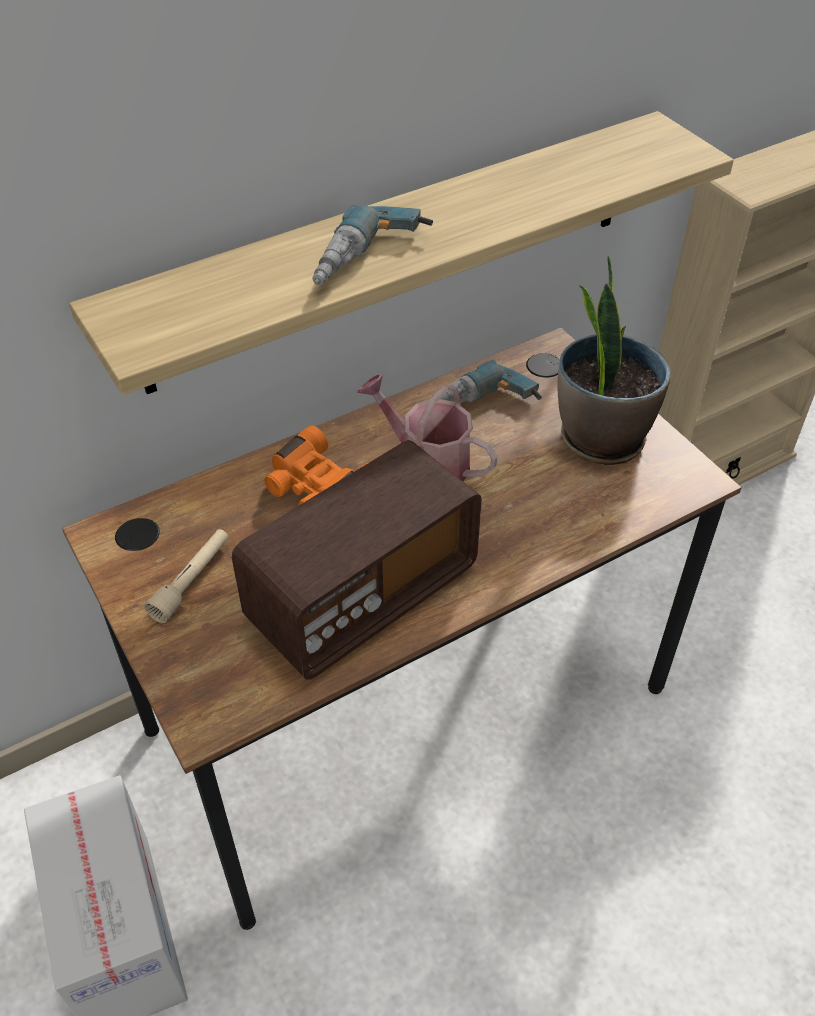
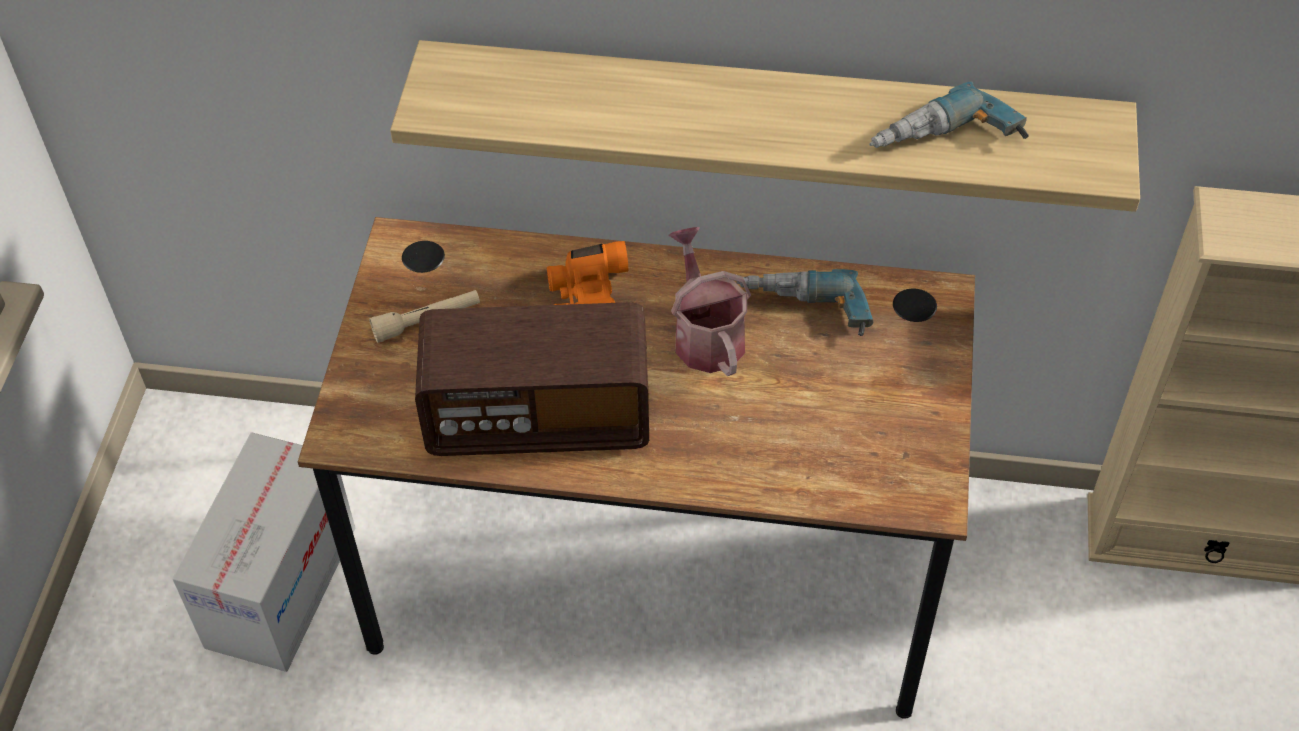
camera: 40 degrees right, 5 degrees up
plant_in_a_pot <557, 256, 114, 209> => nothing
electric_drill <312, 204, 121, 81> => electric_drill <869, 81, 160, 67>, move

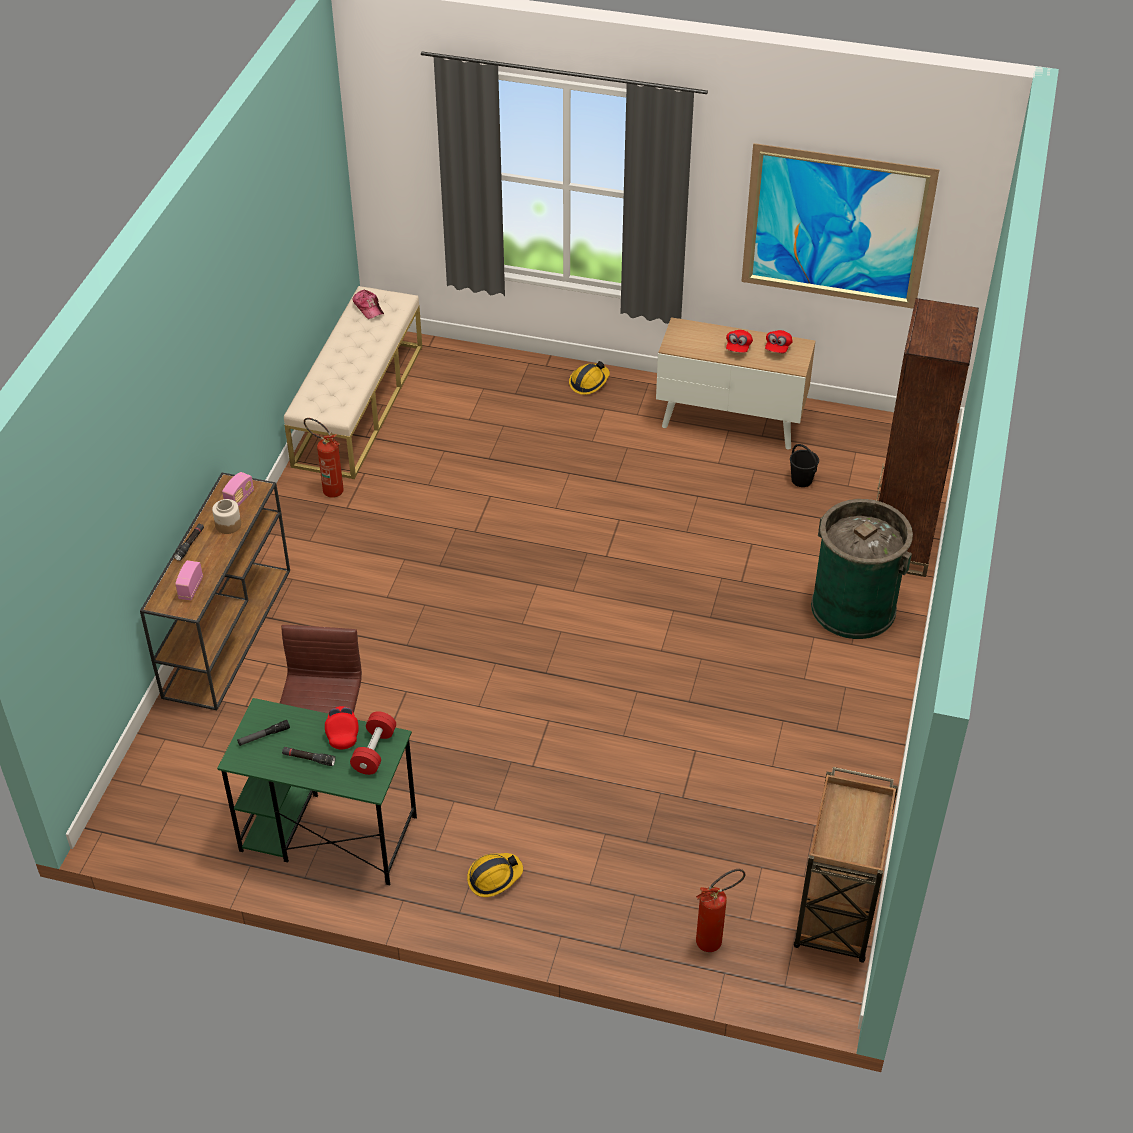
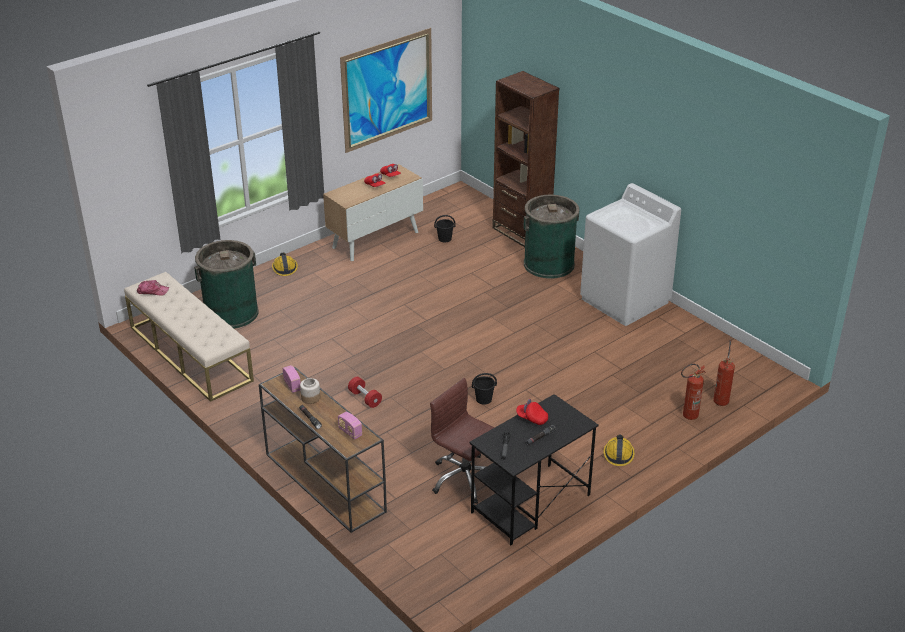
camera: 55 degrees left, 10 degrees down
brownish_trolley <794, 767, 104, 196> => nothing
nothing => green-coloured_rubbish_bin <194, 240, 65, 89>
nothing => black_water_bucket <472, 373, 25, 32>
nothing => whitish_washing_machine <580, 183, 101, 143>
fire_extinguisher <304, 418, 40, 80> => fire_extinguisher <681, 364, 24, 56>, move
red_free_weight <350, 711, 46, 64> => red_free_weight <348, 377, 34, 31>, move
green-coloured_desk <217, 698, 200, 187> => black_desk <469, 394, 130, 152>

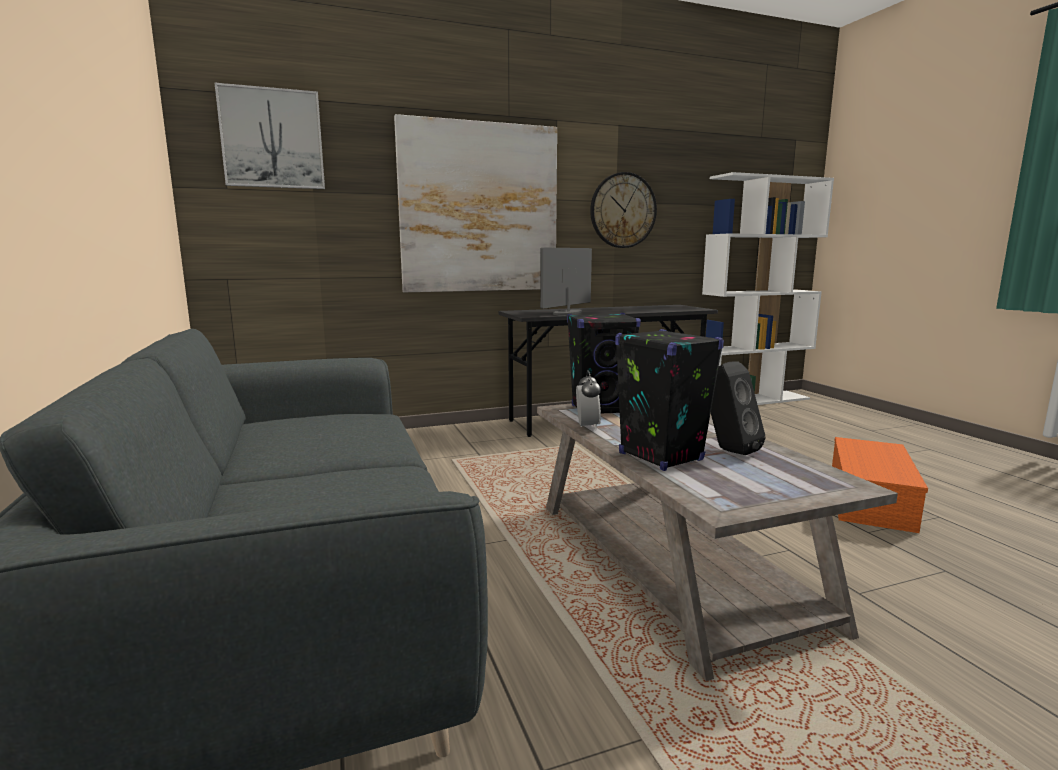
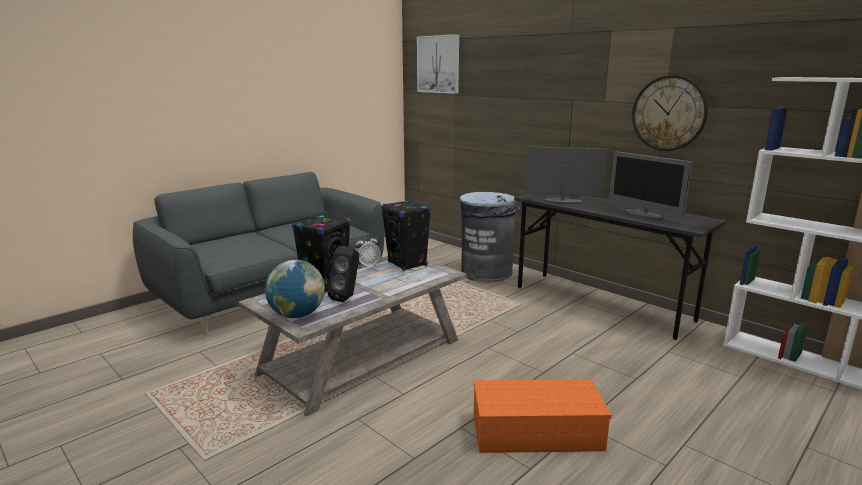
camera: 65 degrees right, 5 degrees up
wall_art <394, 114, 163, 178> => nothing
nothing => globe <265, 260, 60, 58>
nothing => greyish_rubbish_bin <459, 192, 61, 91>
nothing => computer_display <608, 151, 84, 69>

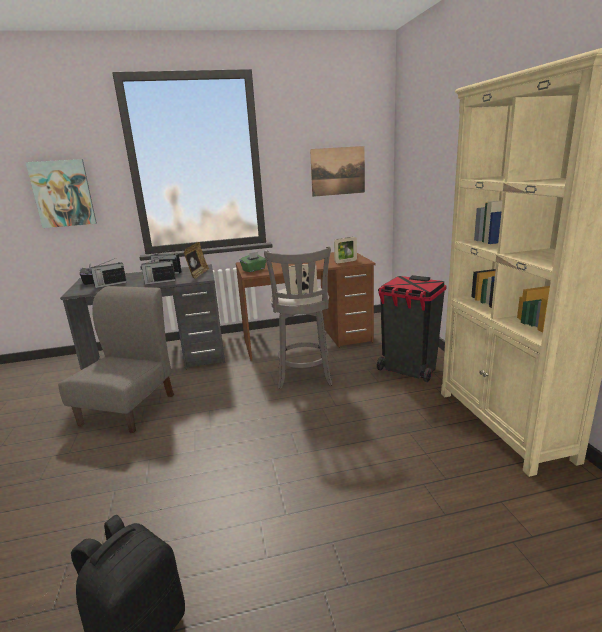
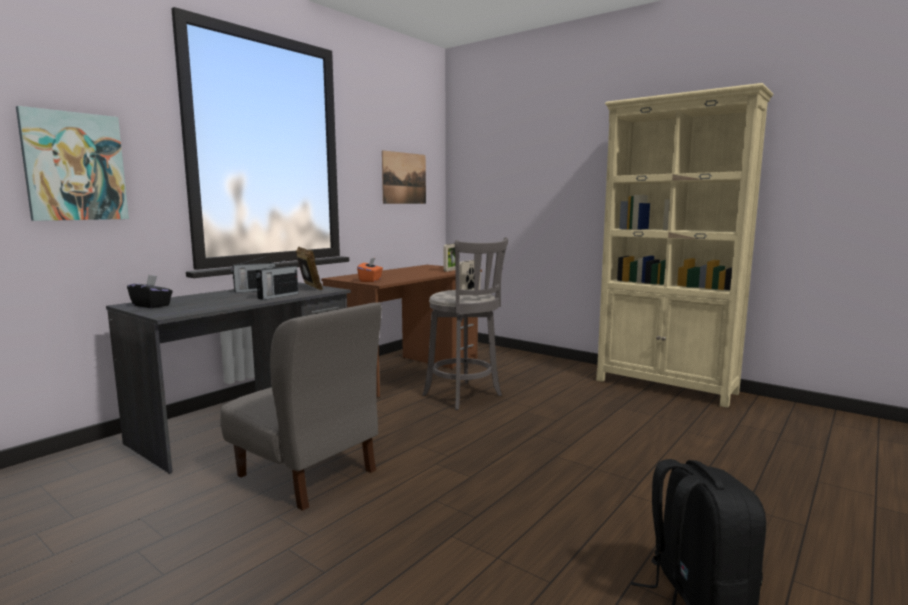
camera: 40 degrees left, 10 degrees down
radio <90, 258, 37, 30> => nothing
black_rubbish_bin <377, 275, 70, 107> => nothing
green-coloured_box_of_tissues <240, 252, 26, 20> => orange_box_of_tissues <357, 257, 26, 25>
greyish_plain_chair <58, 286, 116, 147> => greyish_plain_chair <220, 302, 162, 209>, 150 degrees clockwise

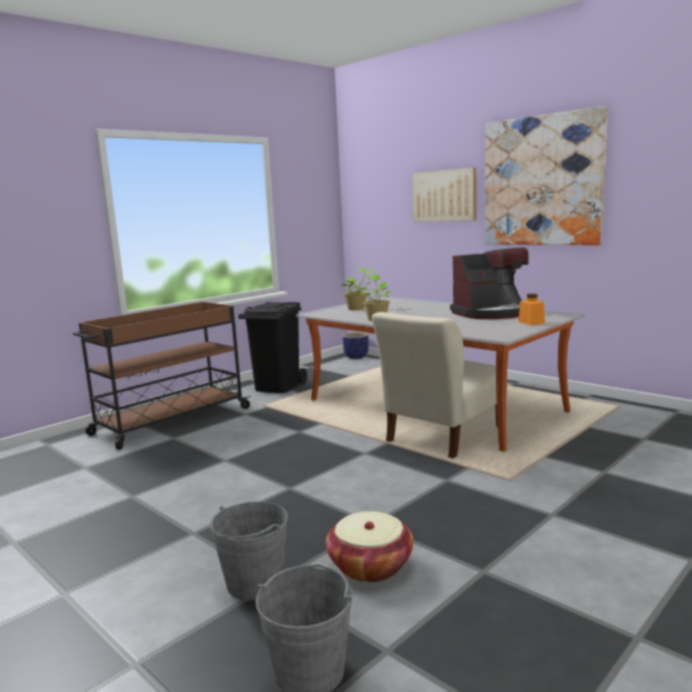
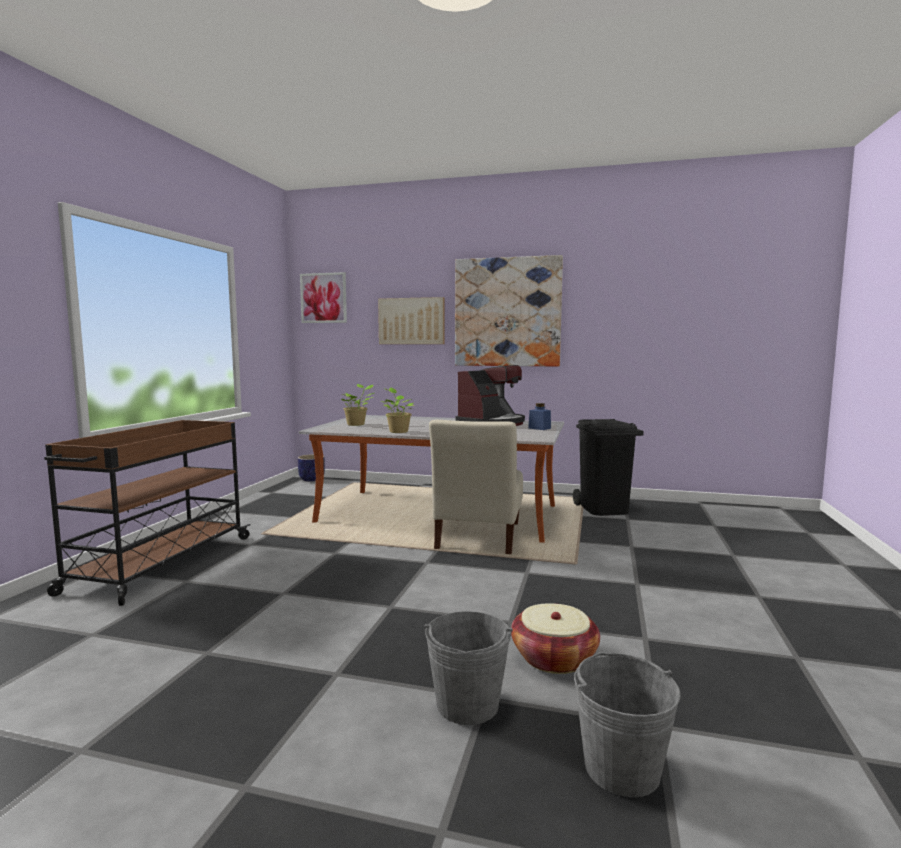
camera: 30 degrees left, 5 degrees down
nothing => wall_art <300, 272, 47, 51>
black_rubbish_bin <238, 302, 69, 91> => black_rubbish_bin <573, 419, 71, 97>, move
orange_jar <519, 294, 26, 31> => blue_jar <528, 403, 23, 27>

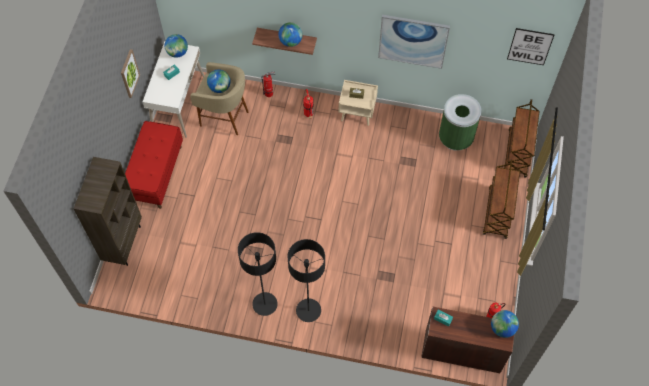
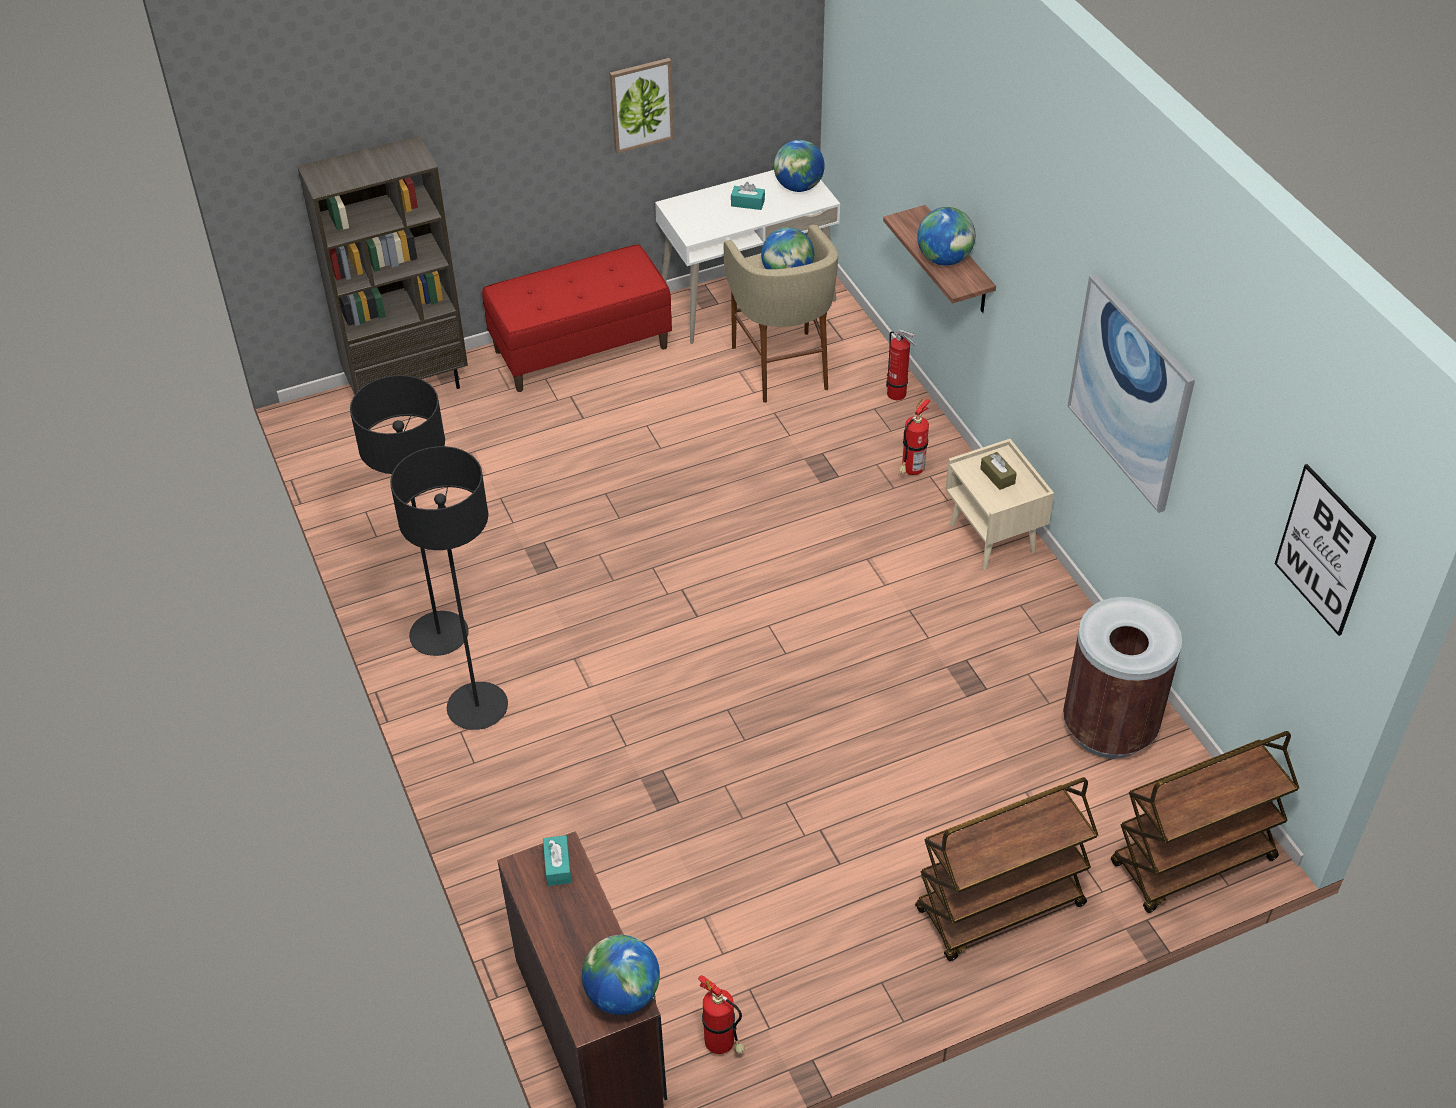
camera: 55 degrees right, 15 degrees down
green-coloured_rubbish_bin <439, 94, 42, 57> => brownish_rubbish_bin <1063, 597, 119, 162>

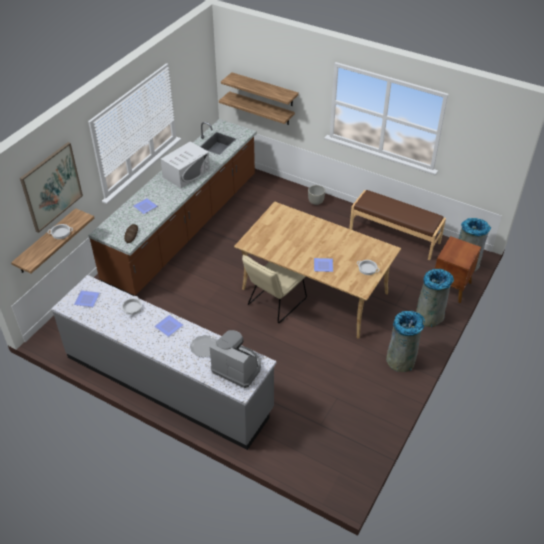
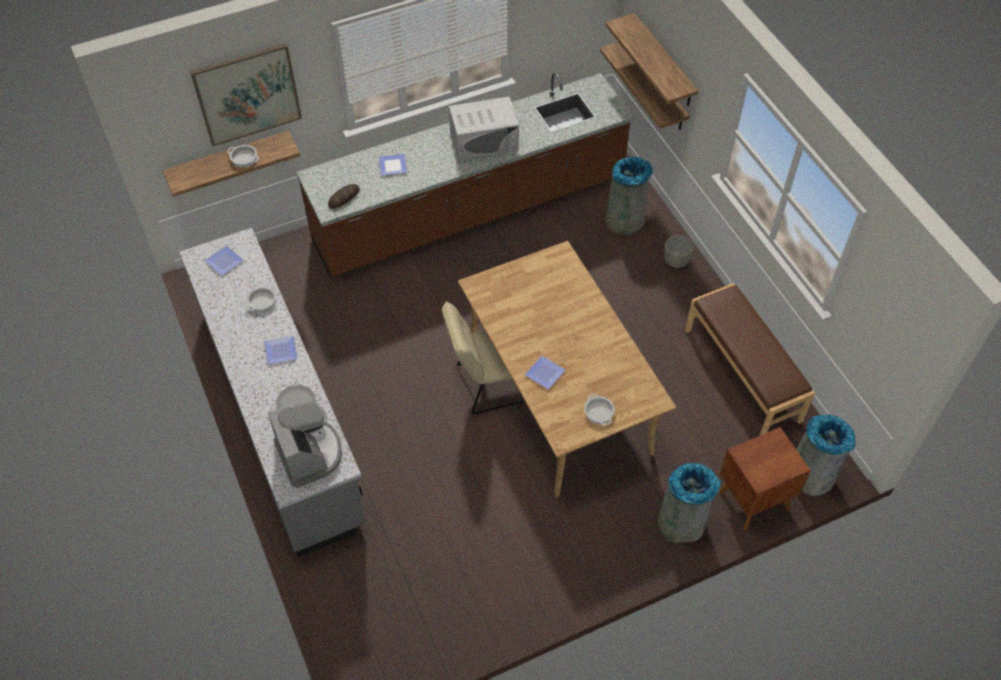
camera: 35 degrees right, 10 degrees up
greyish_rubbish_bin <386, 311, 39, 61> => greyish_rubbish_bin <605, 156, 48, 80>, move

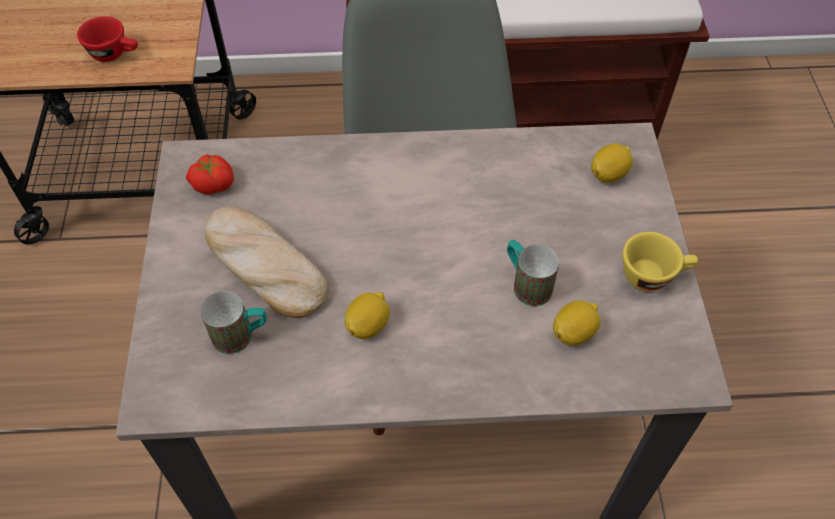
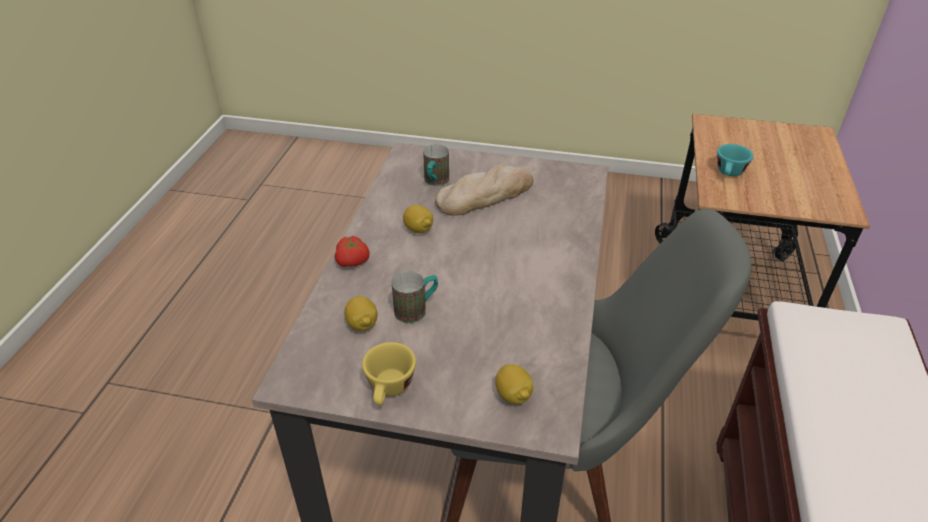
camera: 105 degrees right, 15 degrees down
whole_tomato <186, 154, 48, 40> => whole_tomato <335, 236, 35, 31>, move
red_small_cup <77, 16, 61, 46> => blue-green_small_cup <717, 144, 36, 32>

